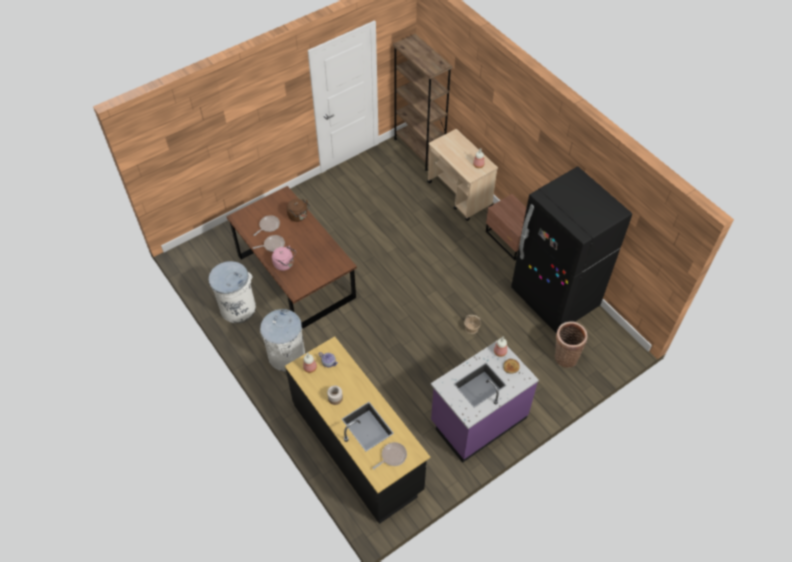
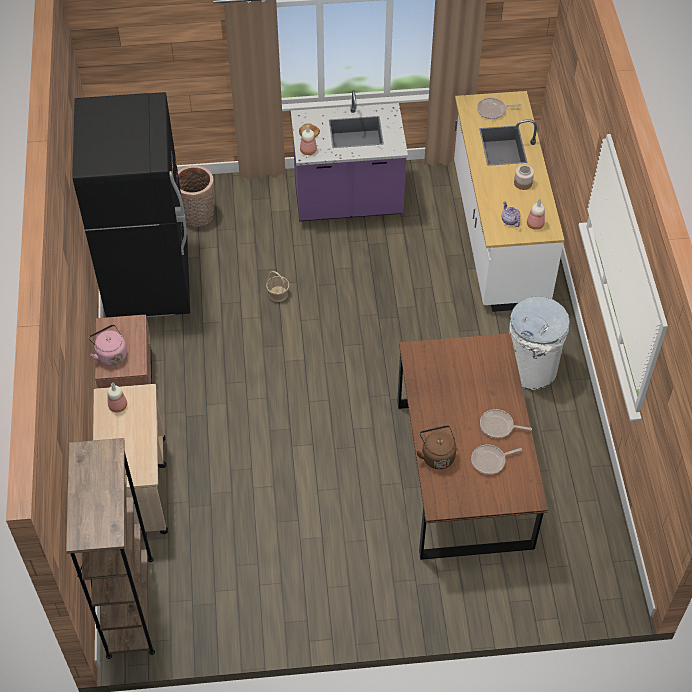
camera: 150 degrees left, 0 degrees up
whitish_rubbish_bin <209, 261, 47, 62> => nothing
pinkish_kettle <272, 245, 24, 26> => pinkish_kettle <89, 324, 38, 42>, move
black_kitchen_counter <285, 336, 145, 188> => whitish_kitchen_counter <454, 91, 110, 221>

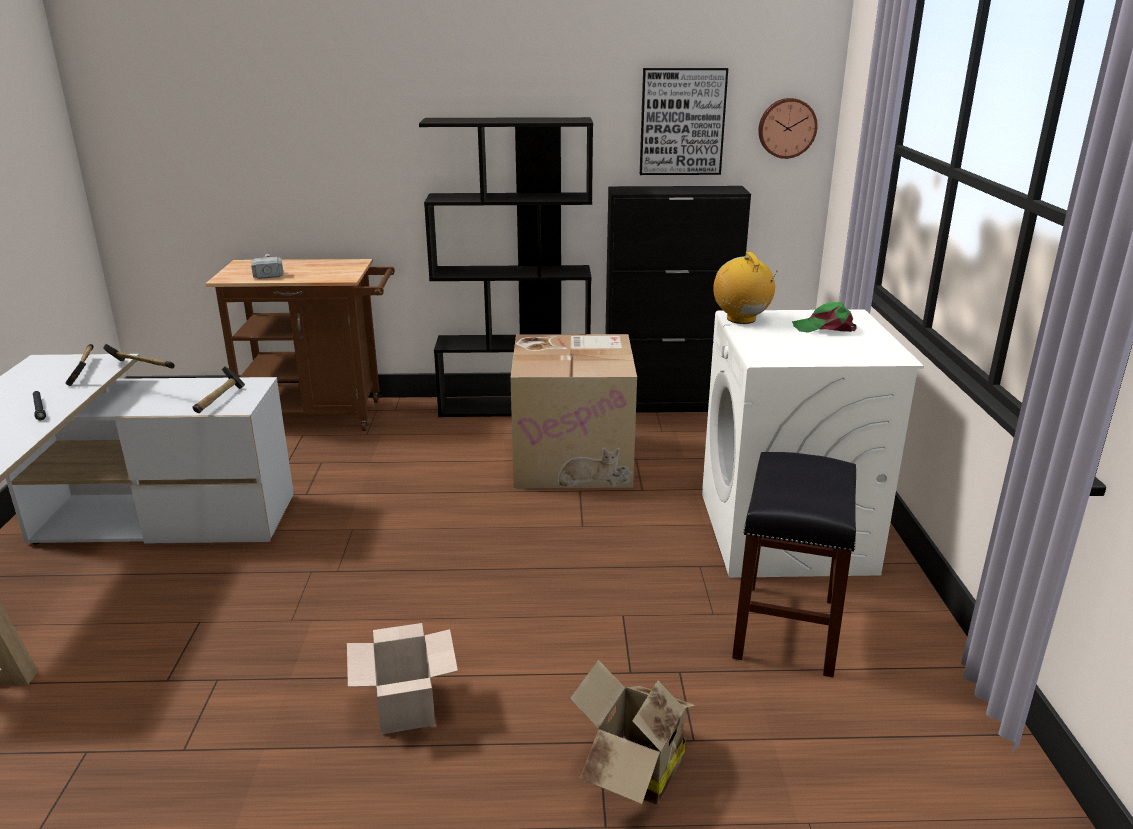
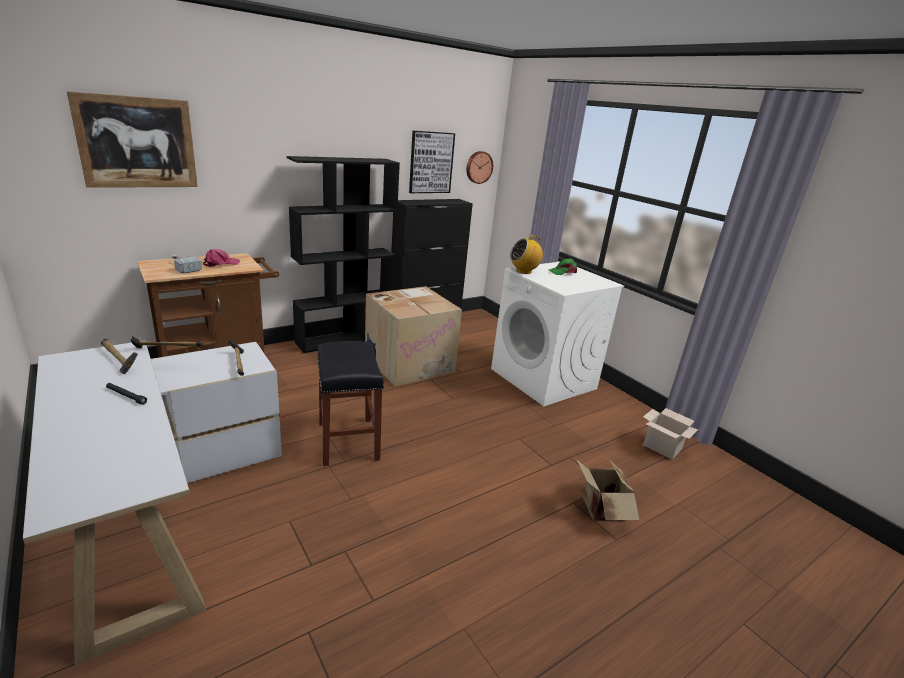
camera: 35 degrees left, 0 degrees up
nothing => wall_art <67, 91, 131, 97>
nothing => pinkish_cap <203, 249, 37, 18>
packing_box <347, 623, 111, 111> => packing_box <643, 408, 55, 52>, move
black_stool <732, 452, 124, 225> => black_stool <317, 341, 67, 125>, move
radio <713, 252, 65, 72> => radio <510, 235, 33, 39>, 60 degrees counterclockwise

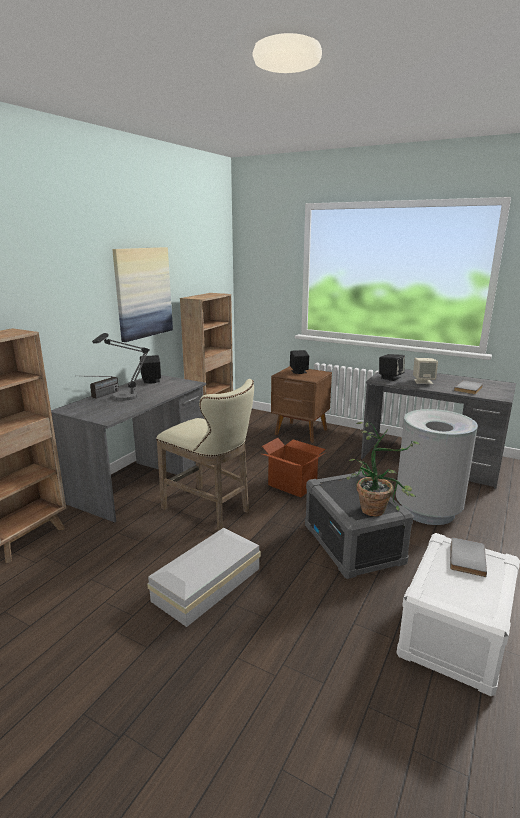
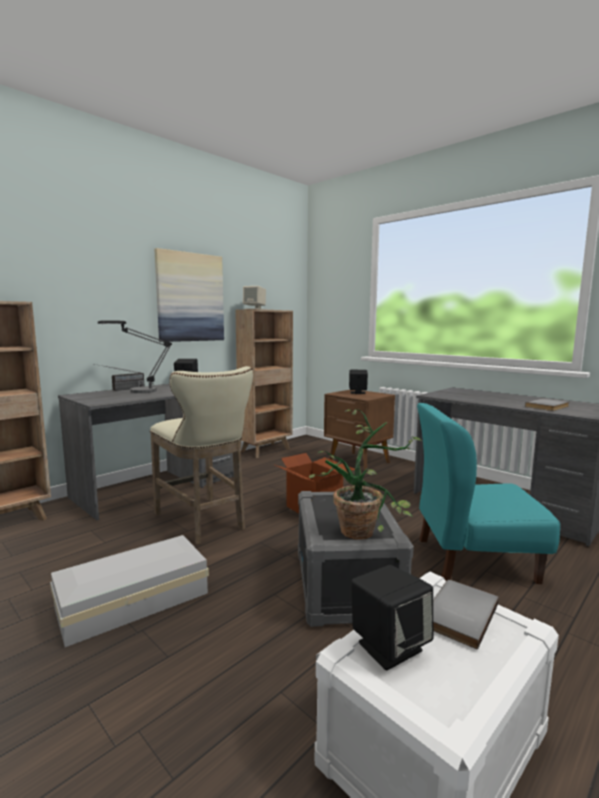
camera: 15 degrees right, 10 degrees down
black_speaker <379, 354, 26, 27> => black_speaker <351, 565, 83, 106>, move
beige-coloured_speaker <413, 358, 25, 26> => beige-coloured_speaker <243, 286, 23, 24>, move
greyish_rubbish_bin <396, 409, 82, 116> => blue-green_plain_chair <417, 403, 143, 181>

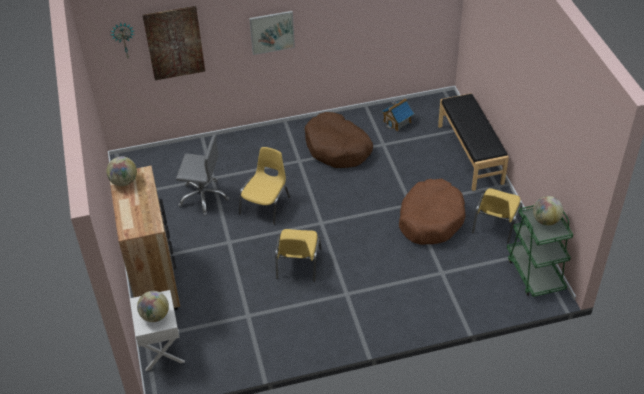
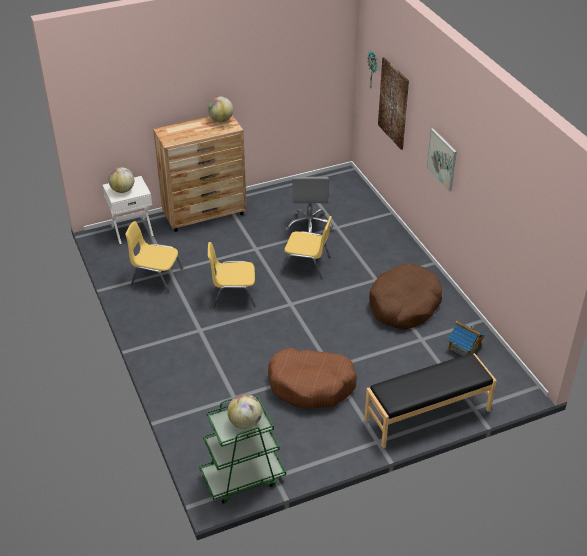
camera: 80 degrees right, 5 degrees down
yellowish_plain_chair <472, 188, 50, 56> => yellowish_plain_chair <125, 221, 58, 72>, move

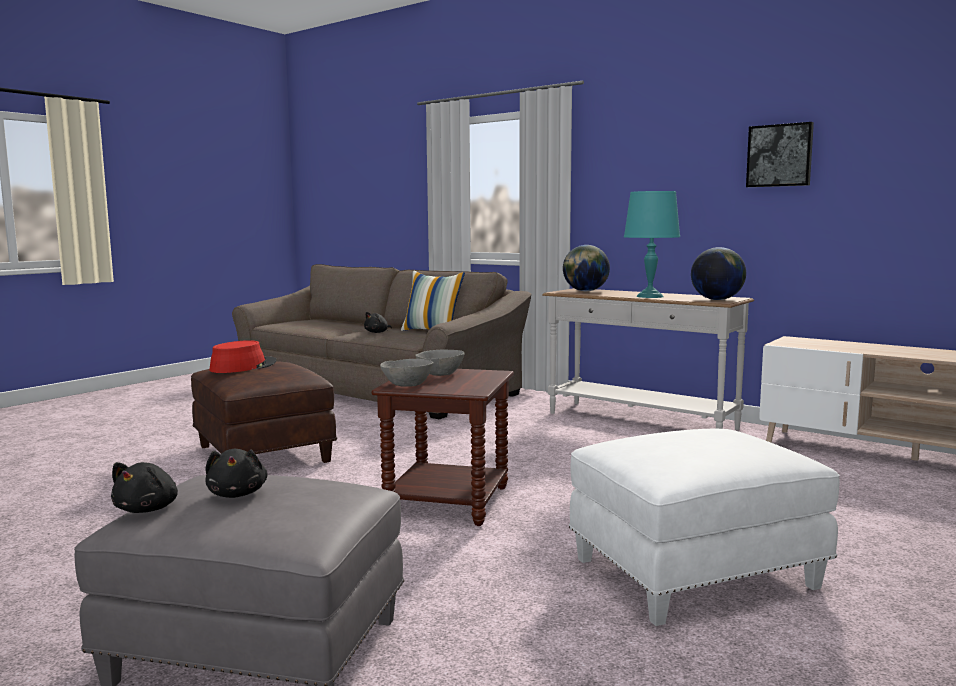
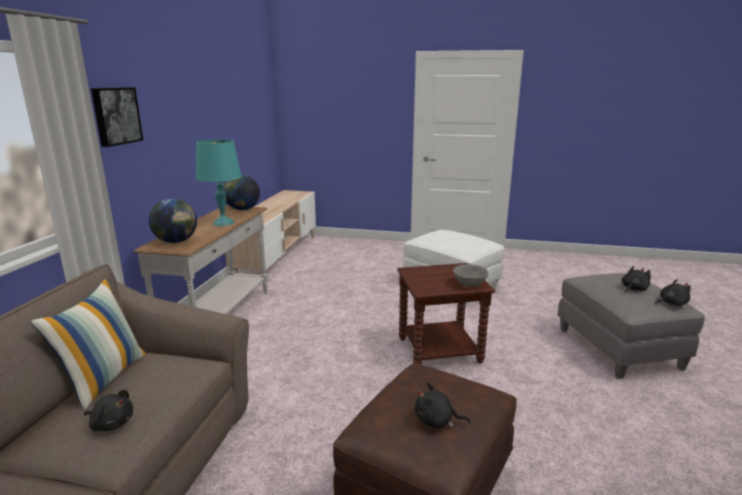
camera: 115 degrees left, 10 degrees up
greyish_deep_dish <416, 350, 48, 26> => nothing
wall_art <746, 122, 68, 65> => wall_art <91, 87, 52, 60>, move
red_hat <209, 340, 68, 33> => black_plush_toy <415, 382, 55, 46>

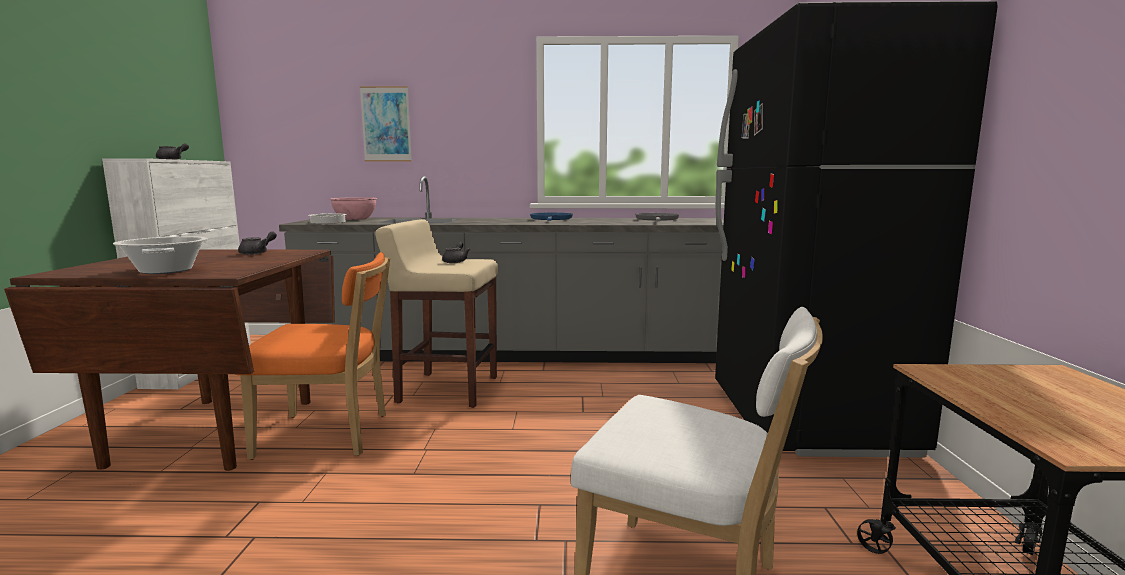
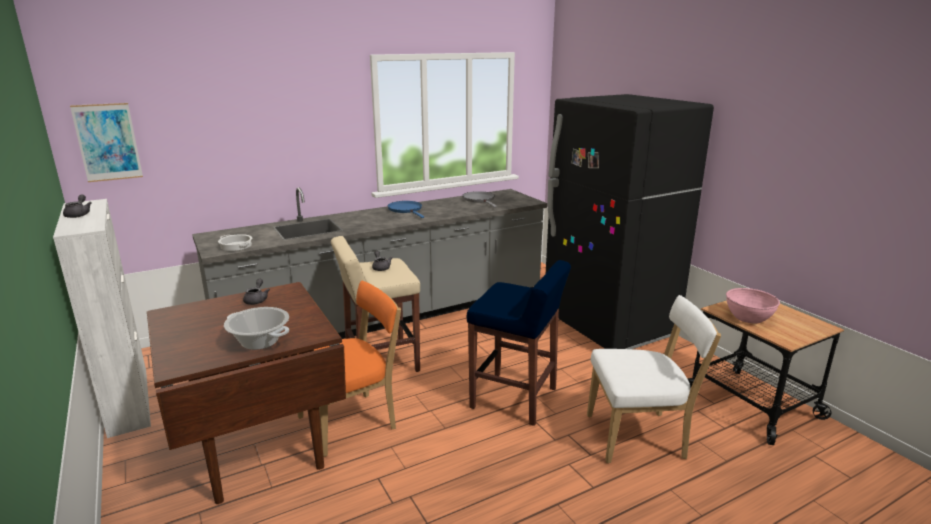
camera: 30 degrees left, 10 degrees up
nothing => blue_stool <467, 260, 104, 166>
pinkish_deep_dish <330, 197, 47, 23> => pinkish_deep_dish <726, 288, 54, 35>, move
wall_art <360, 86, 52, 76> => wall_art <70, 103, 73, 79>, move

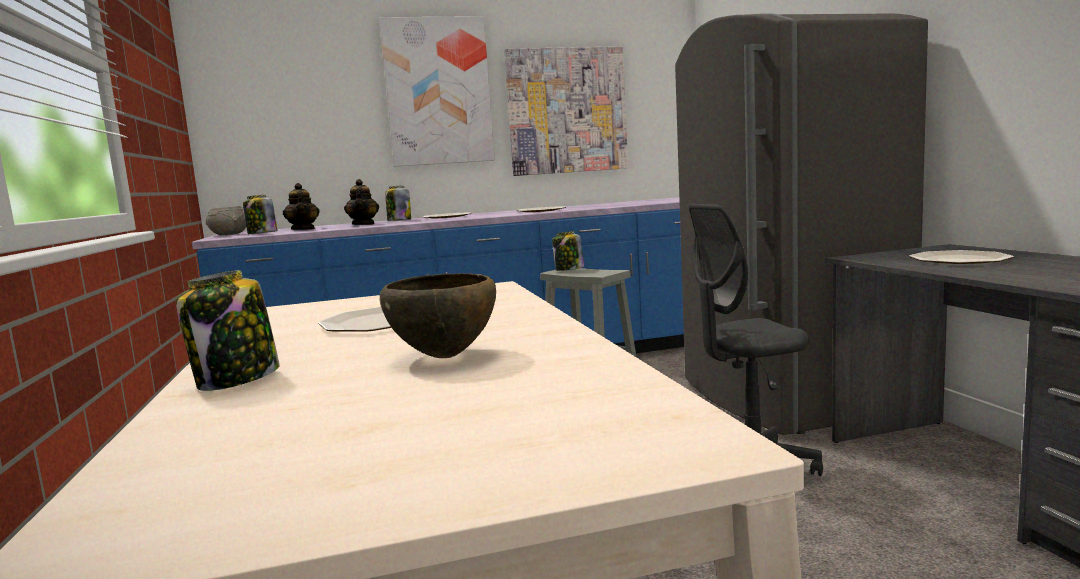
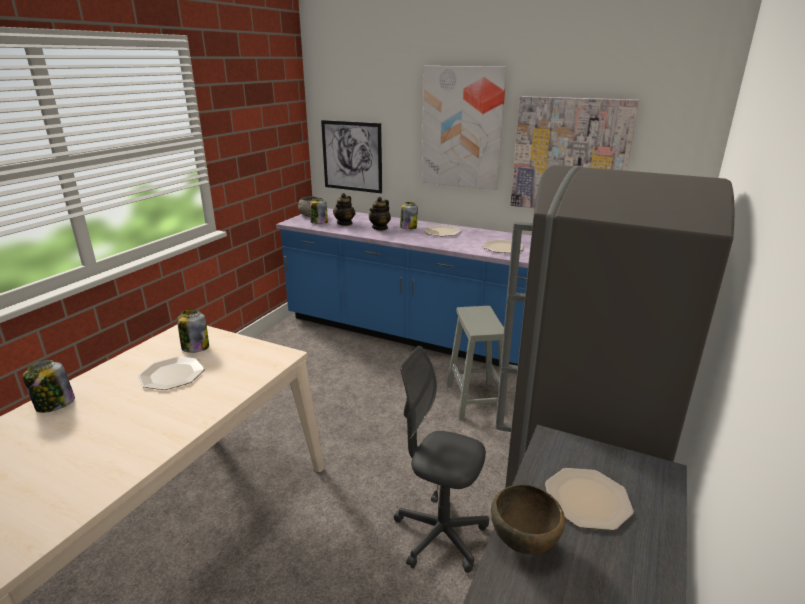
camera: 40 degrees right, 15 degrees up
nothing => wall_art <321, 120, 61, 73>
brownish_deep_dish <380, 273, 116, 85> => brownish_deep_dish <491, 484, 74, 70>, move
jar <552, 231, 32, 40> => jar <177, 309, 32, 44>, move

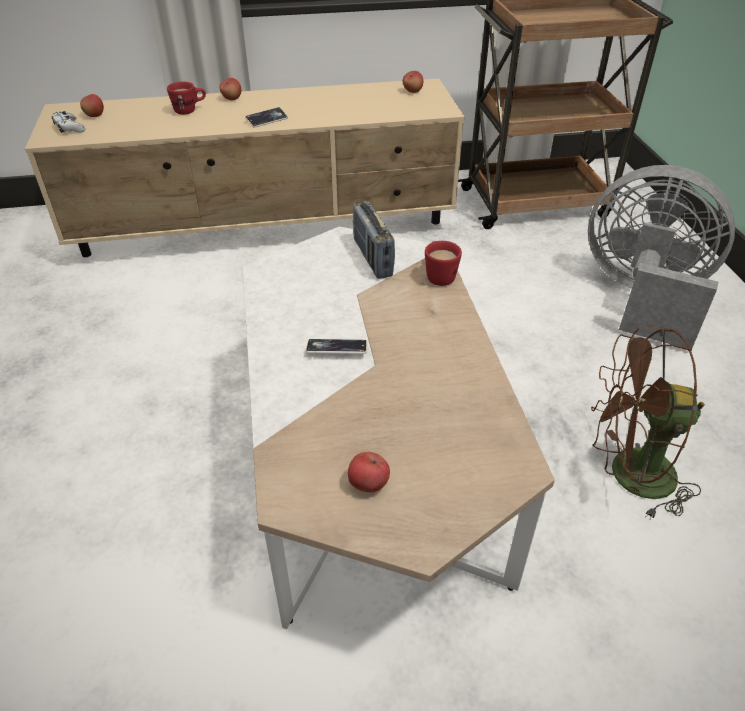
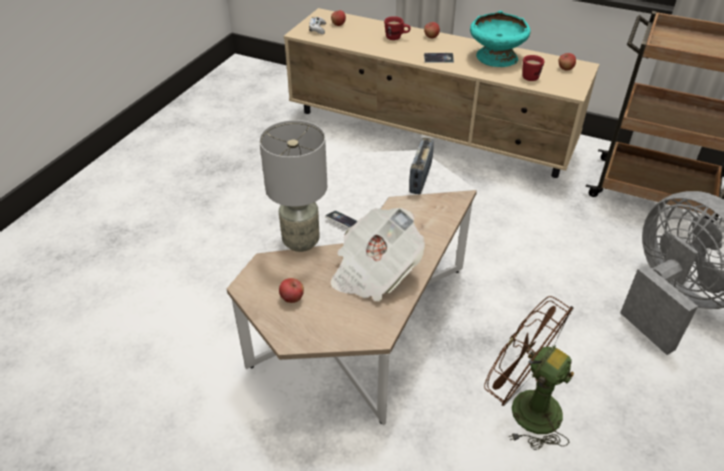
camera: 35 degrees right, 0 degrees up
nothing => greyish_lamp_for_a_table <259, 120, 68, 132>
nothing => newspaper <330, 208, 95, 93>
nothing => blue-green_deep_dish <470, 11, 61, 56>
red_coffee_mug <425, 241, 37, 45> => red_coffee_mug <522, 55, 22, 26>, move

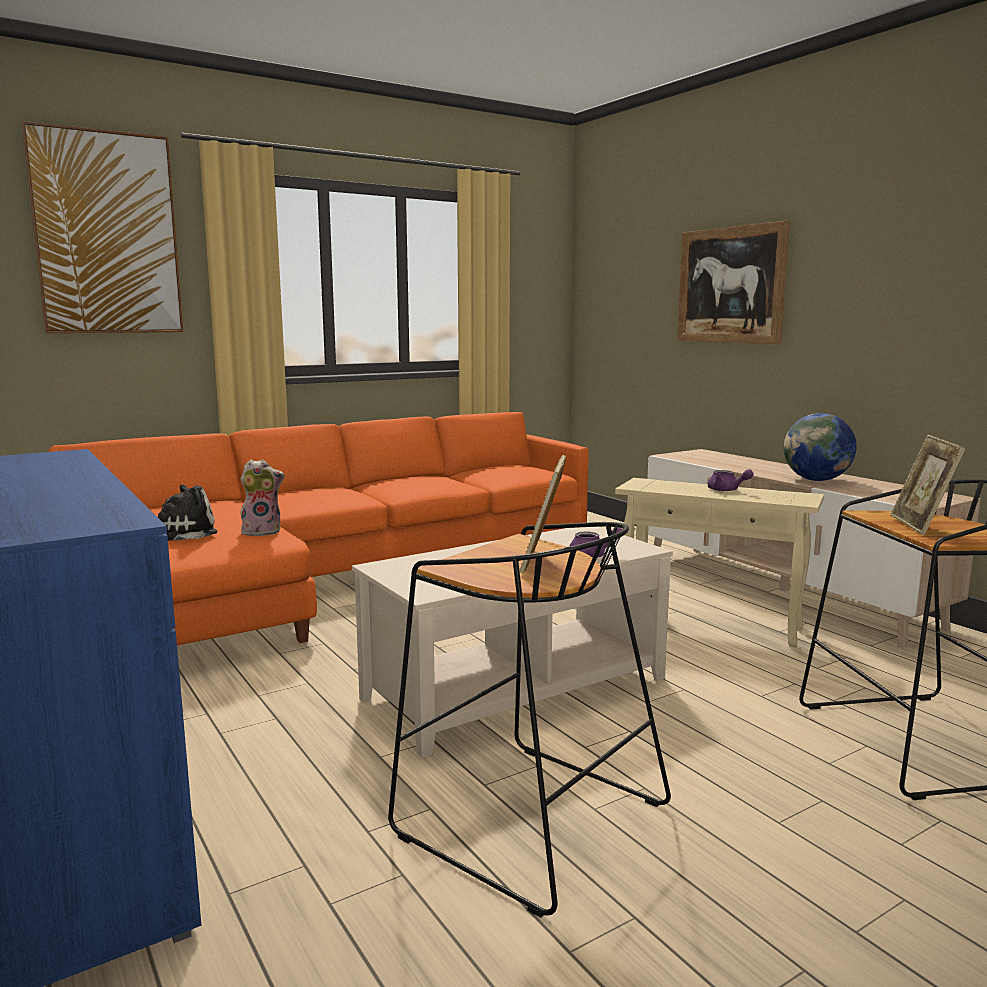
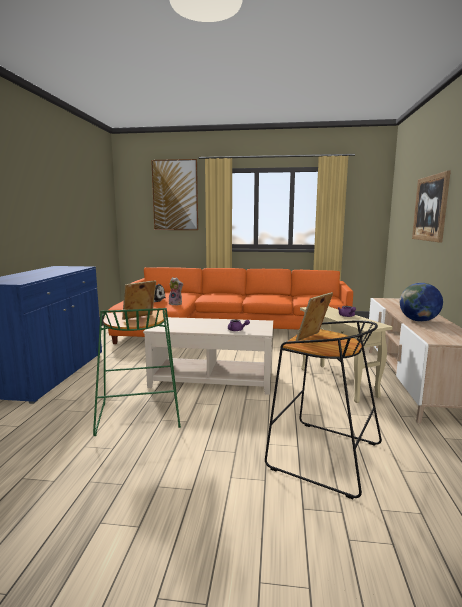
camera: 40 degrees right, 0 degrees up
black_stool <388, 522, 283, 396> => green-coloured_stool <93, 308, 88, 128>

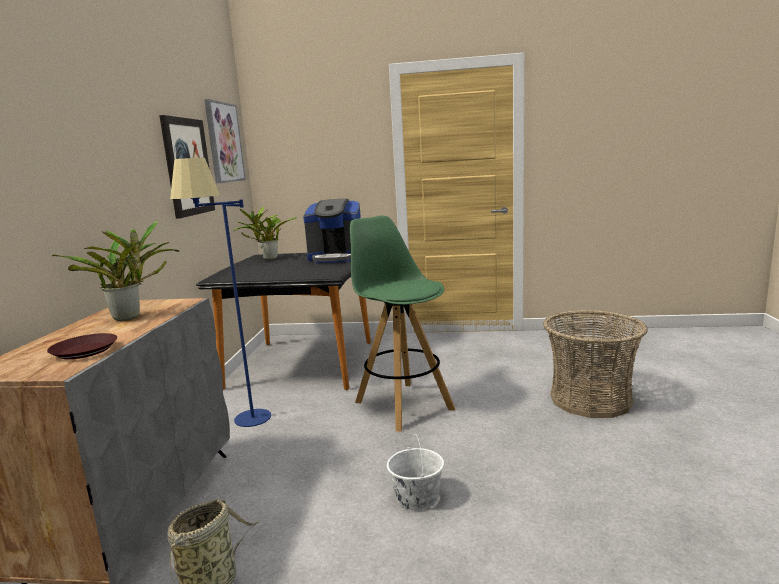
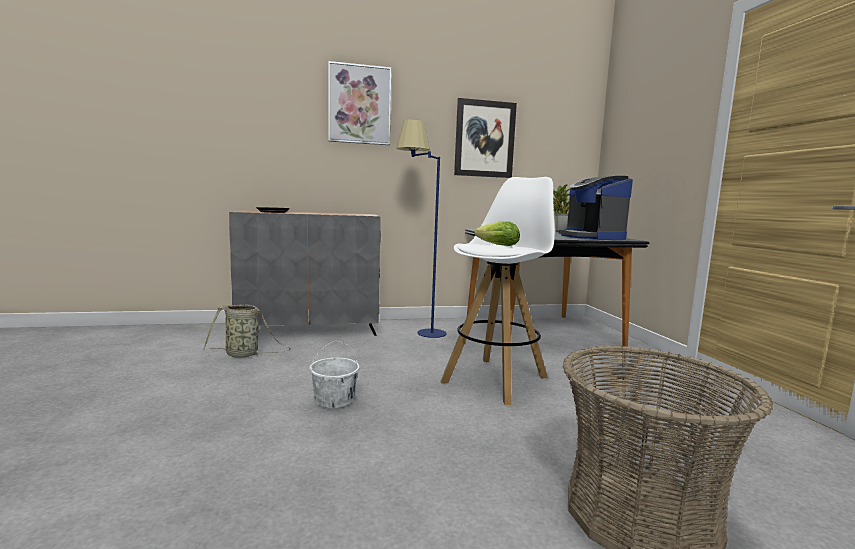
camera: 70 degrees right, 5 degrees down
plant_in_a_pot <52, 220, 128, 101> => nothing
nothing => head_of_lettuce <474, 221, 46, 25>
wall_art <204, 99, 42, 84> => wall_art <328, 61, 63, 84>, move
green-coloured_stool <350, 215, 105, 217> => whitish_stool <440, 177, 115, 228>

